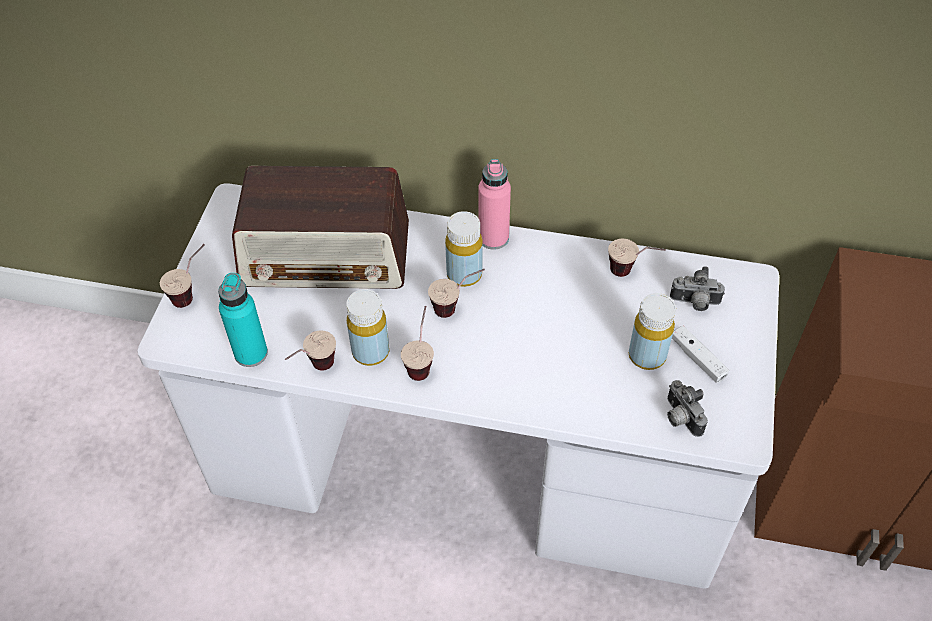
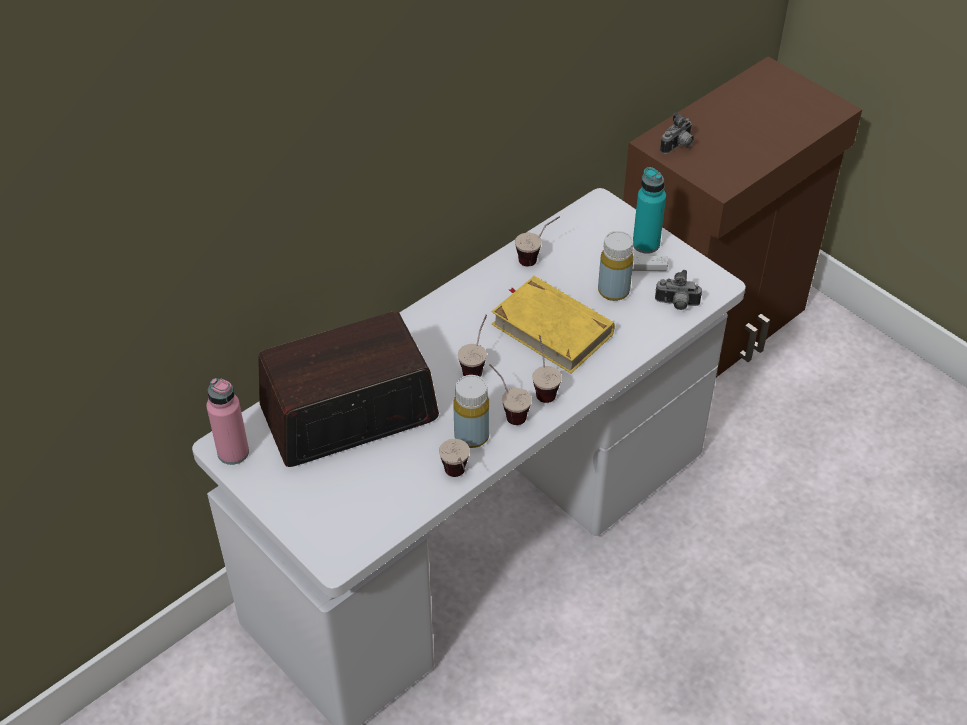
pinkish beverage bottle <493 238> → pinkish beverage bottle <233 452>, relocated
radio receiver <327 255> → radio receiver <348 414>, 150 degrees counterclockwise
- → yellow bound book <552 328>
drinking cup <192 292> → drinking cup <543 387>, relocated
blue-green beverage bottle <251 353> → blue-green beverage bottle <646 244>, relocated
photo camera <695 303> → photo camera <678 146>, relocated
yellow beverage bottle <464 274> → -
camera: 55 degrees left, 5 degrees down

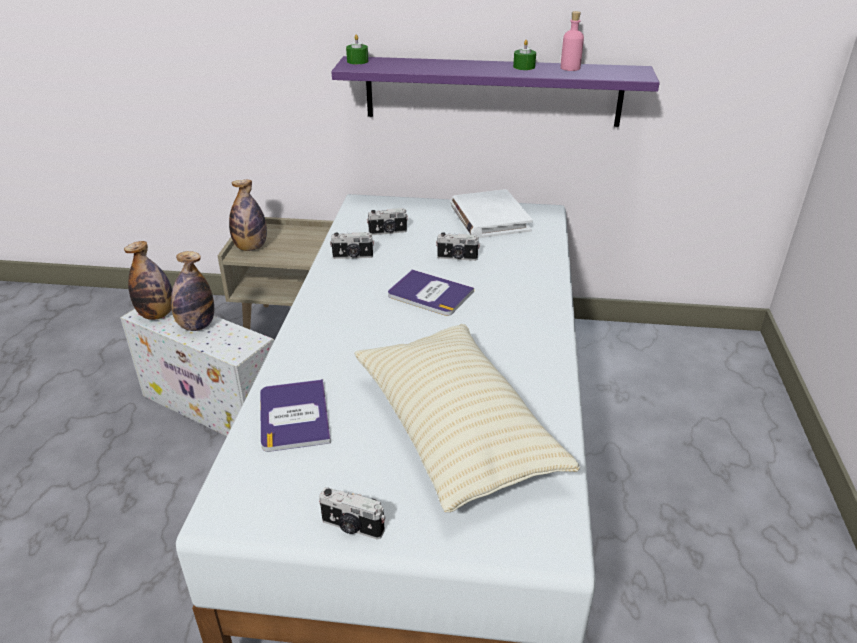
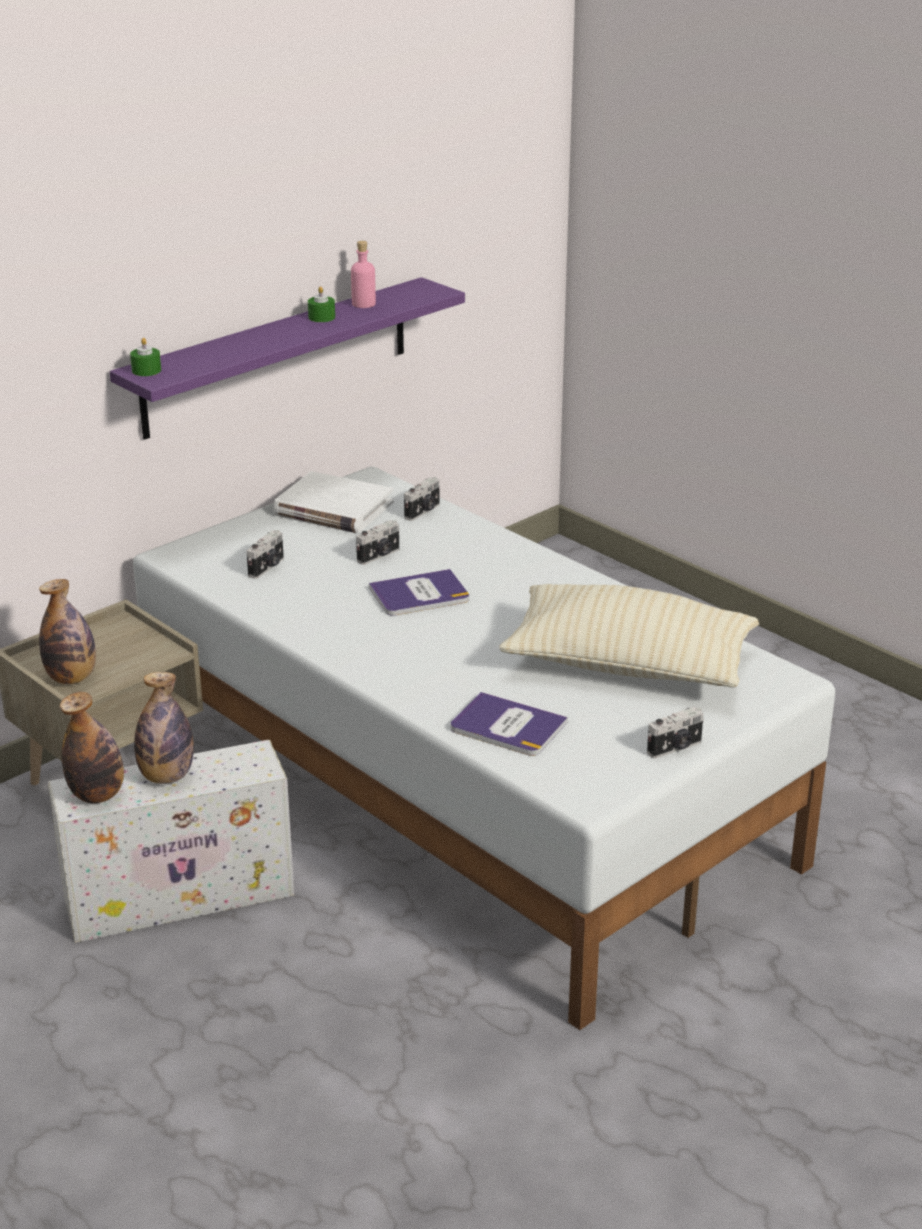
photo camera <353 256> → photo camera <423 511>, relocated
camera: 50 degrees left, 5 degrees down

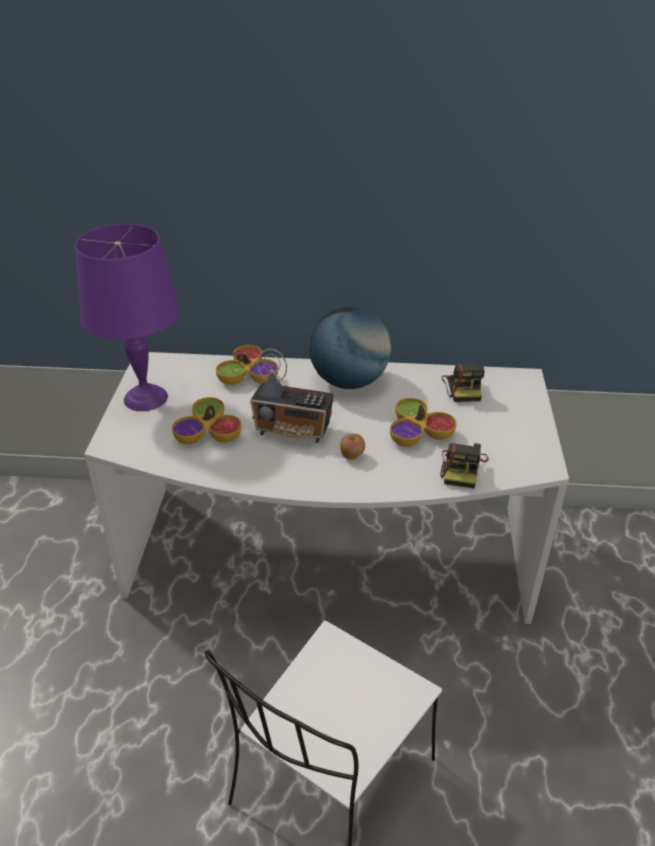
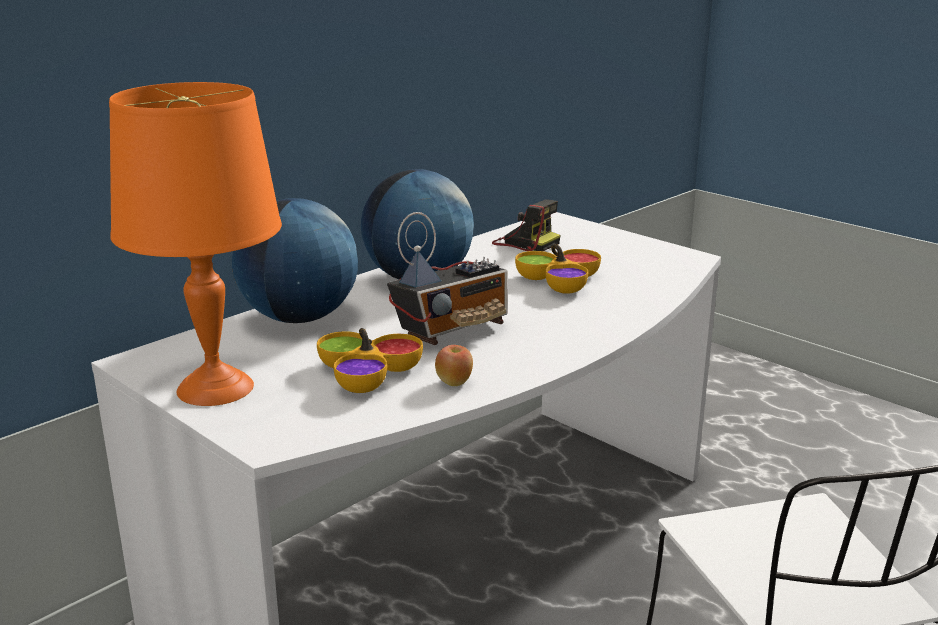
purple lamp for a table <145 398> → orange lamp for a table <214 388>
bowl <248 375> → globe <299 318>
apple <352 456> → apple <454 382>, relocated
photo camera <462 468> → -
camera: 50 degrees left, 15 degrees down

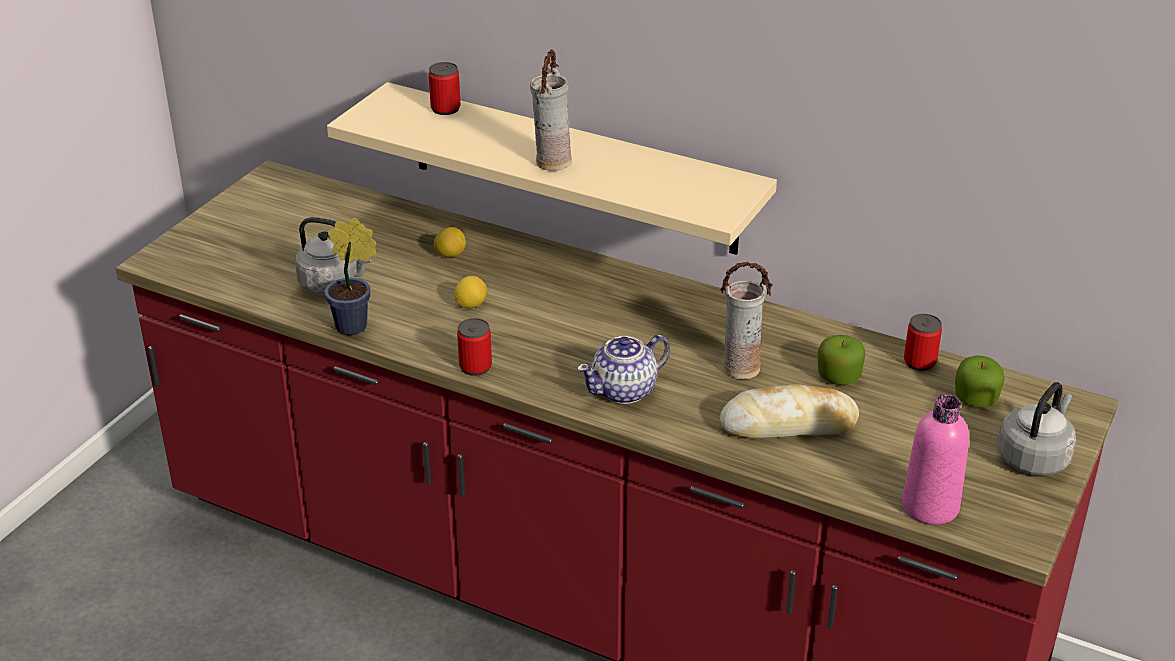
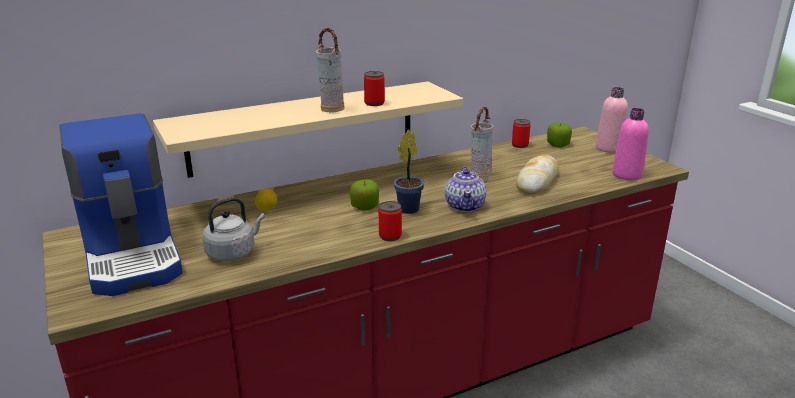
- → coffee maker <133 254>
apple <838 376> → apple <364 206>, relocated
metal can <445 109> → metal can <374 103>, relocated
houseplant <355 327> → houseplant <410 208>, relocated
grey kettle <1034 457> → pinkish beverage bottle <609 148>
lemon <471 305> → -
camera: 55 degrees left, 10 degrees down

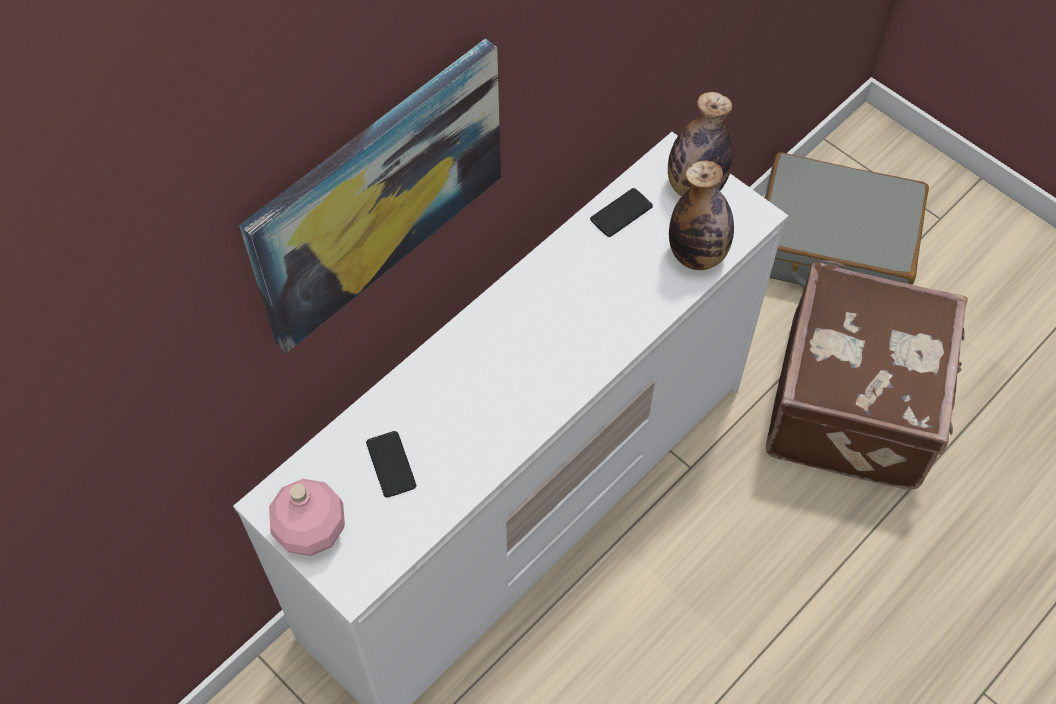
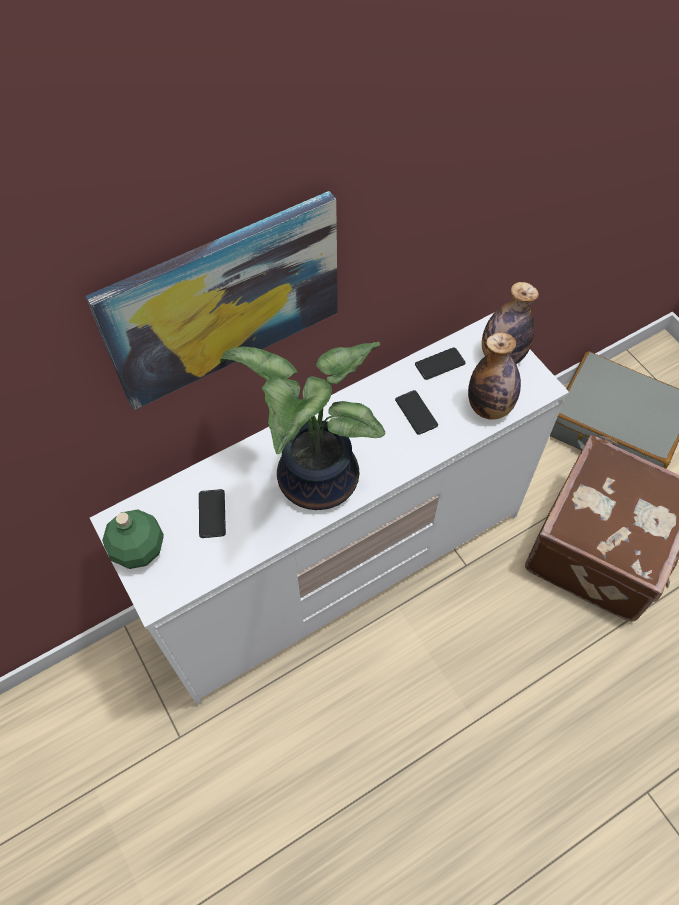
pinkish beverage bottle <310 529> → green-coloured beverage bottle <138 548>
- → houseplant <313 480>
- → handset <416 413>
camera: 15 degrees right, 0 degrees up

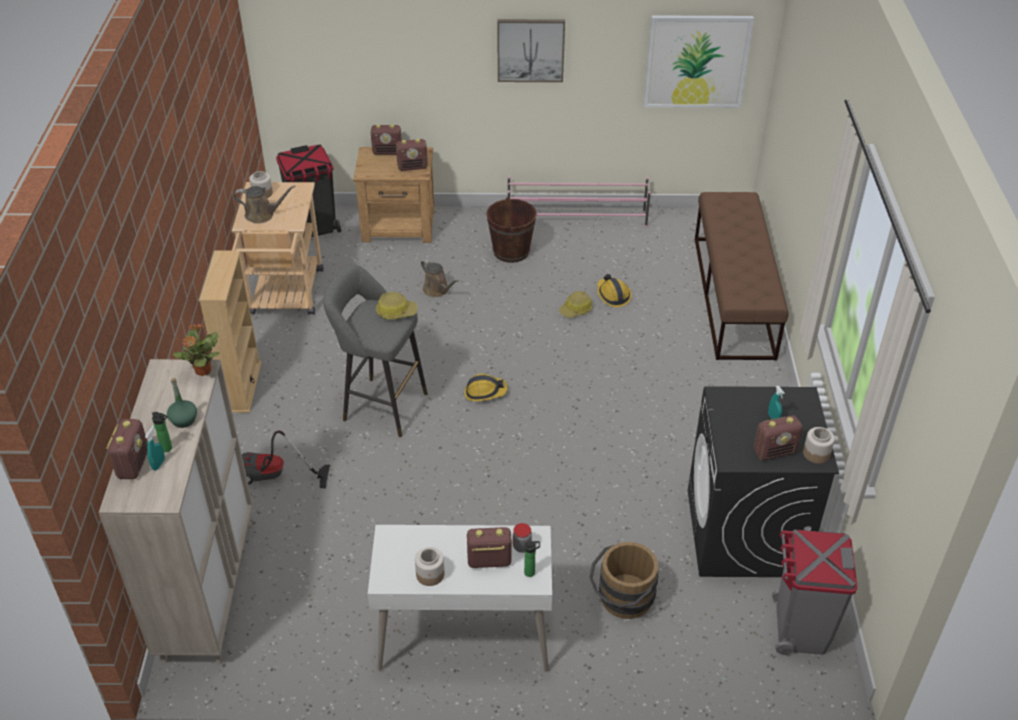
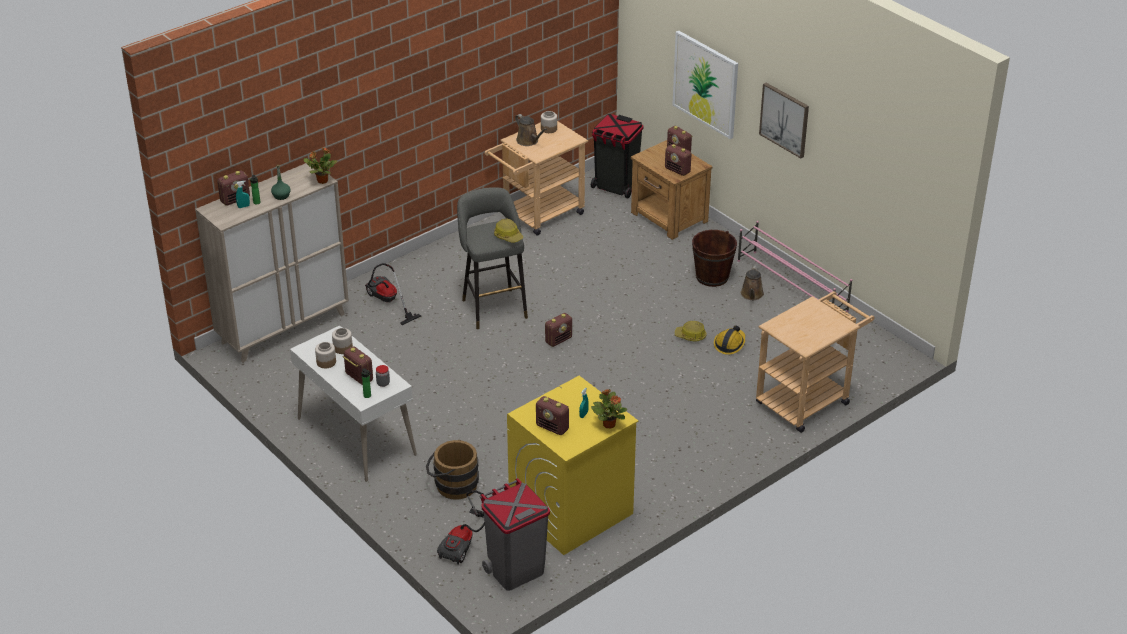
preserve jar <816 453> → preserve jar <343 348>, relocated
- → vacuum <465 543>
black washing machine <745 533> → yellow washing machine <570 511>
hard hat <485 392> → radio receiver <558 340>
- → houseplant <609 424>
wall art <696 61> → wall art <706 84>, relocated
brown watering pot <437 290> → brown watering pot <752 295>, relocated
brown long seat <733 296> → sand-coloured cart <808 399>
sand-coloured bookshelf <243 387> → -
camera: 50 degrees right, 5 degrees down

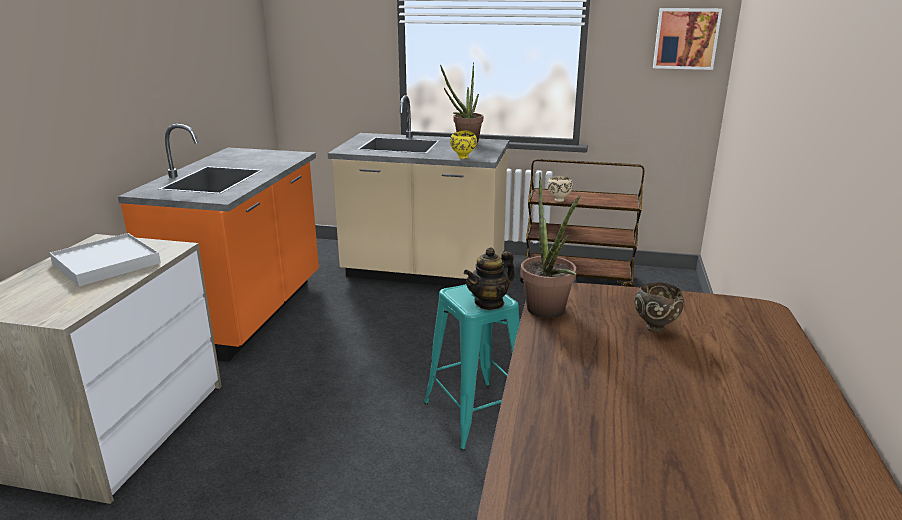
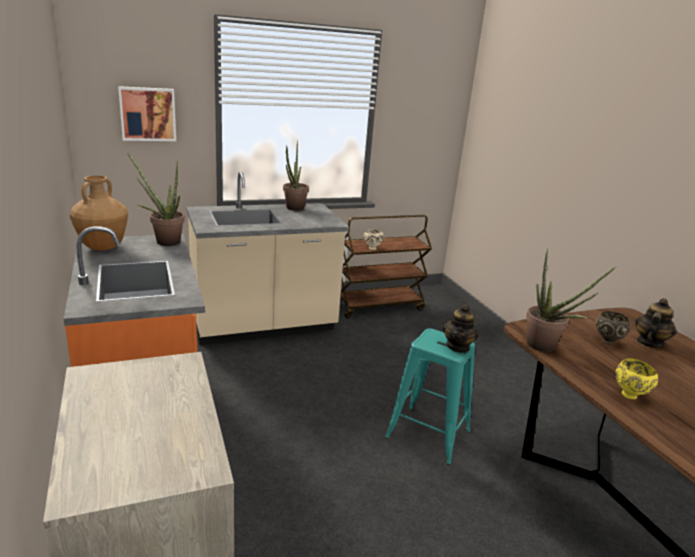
- → brown decorative vase <102 248>
wall art <686 38> → wall art <148 114>, relocated
- → houseplant <163 241>
yellow bowl <463 157> → yellow bowl <630 396>, relocated
- → teapot <649 342>
white tray <106 263> → -
camera: 35 degrees left, 0 degrees up

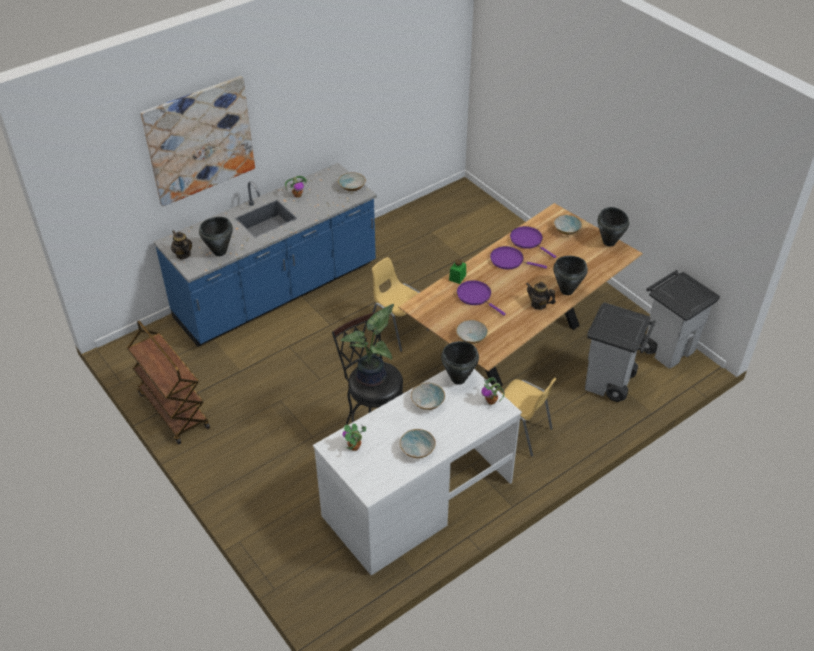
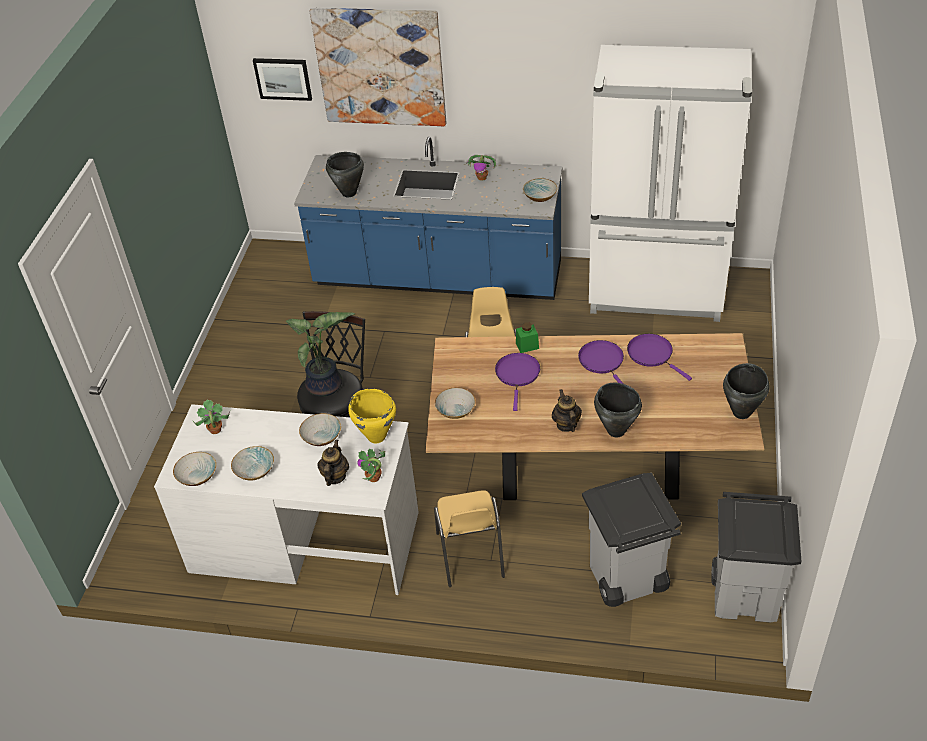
bowl <567 230> → bowl <197 477>, relocated
- → wall art <283 78>
teapot <183 254> → teapot <335 476>, relocated
black saucepot <458 379> → yellow saucepot <376 436>
- → white refrigerator <657 292>
purple pan <528 240> → purple pan <652 354>, 45 degrees counterclockwise
brown cart <173 410> → -
camera: 50 degrees right, 0 degrees up

